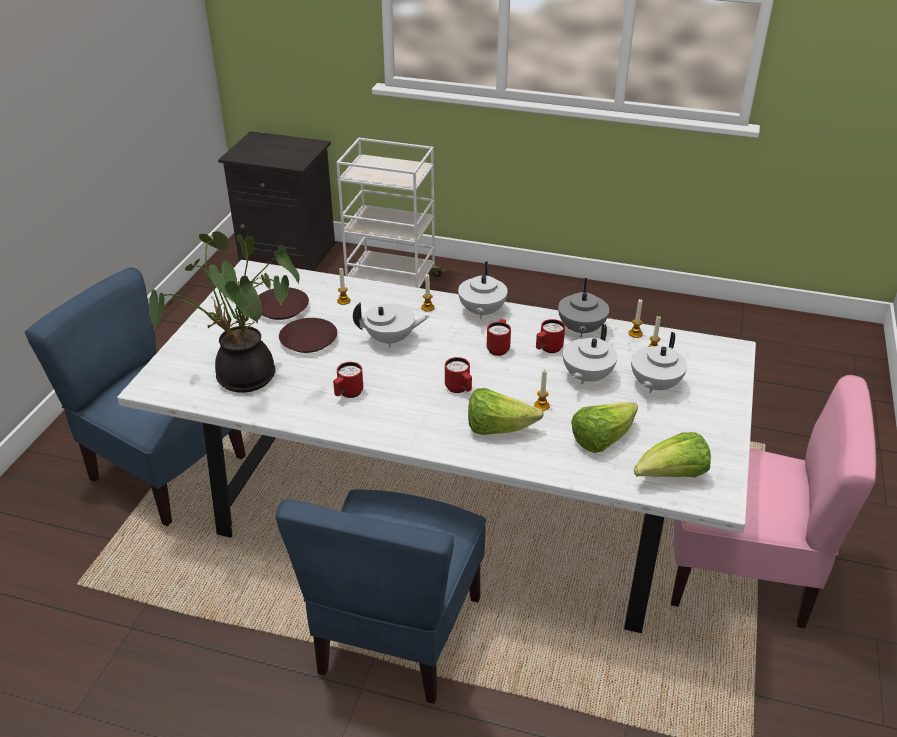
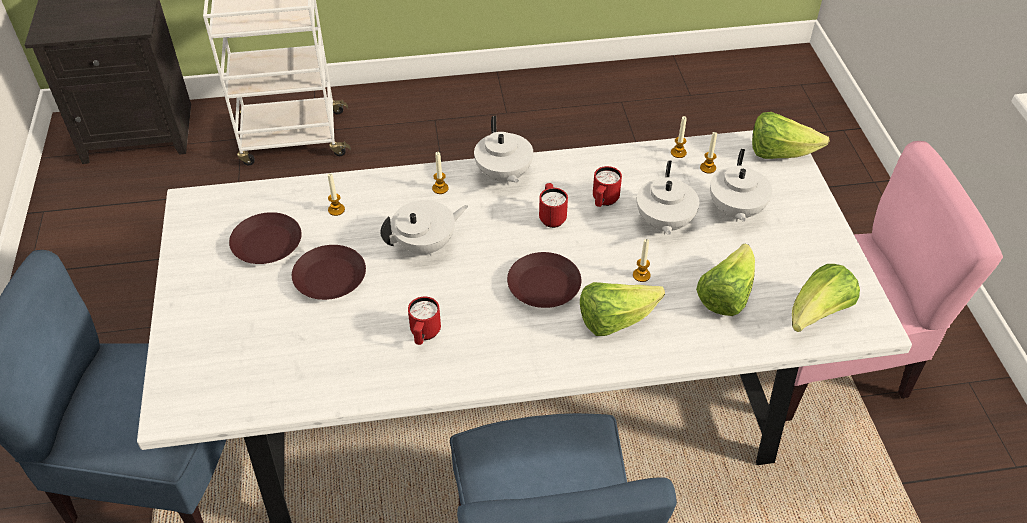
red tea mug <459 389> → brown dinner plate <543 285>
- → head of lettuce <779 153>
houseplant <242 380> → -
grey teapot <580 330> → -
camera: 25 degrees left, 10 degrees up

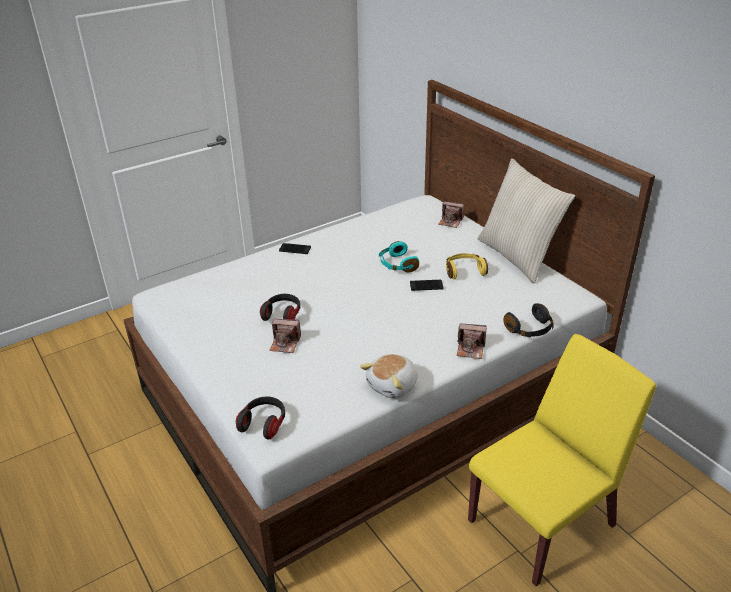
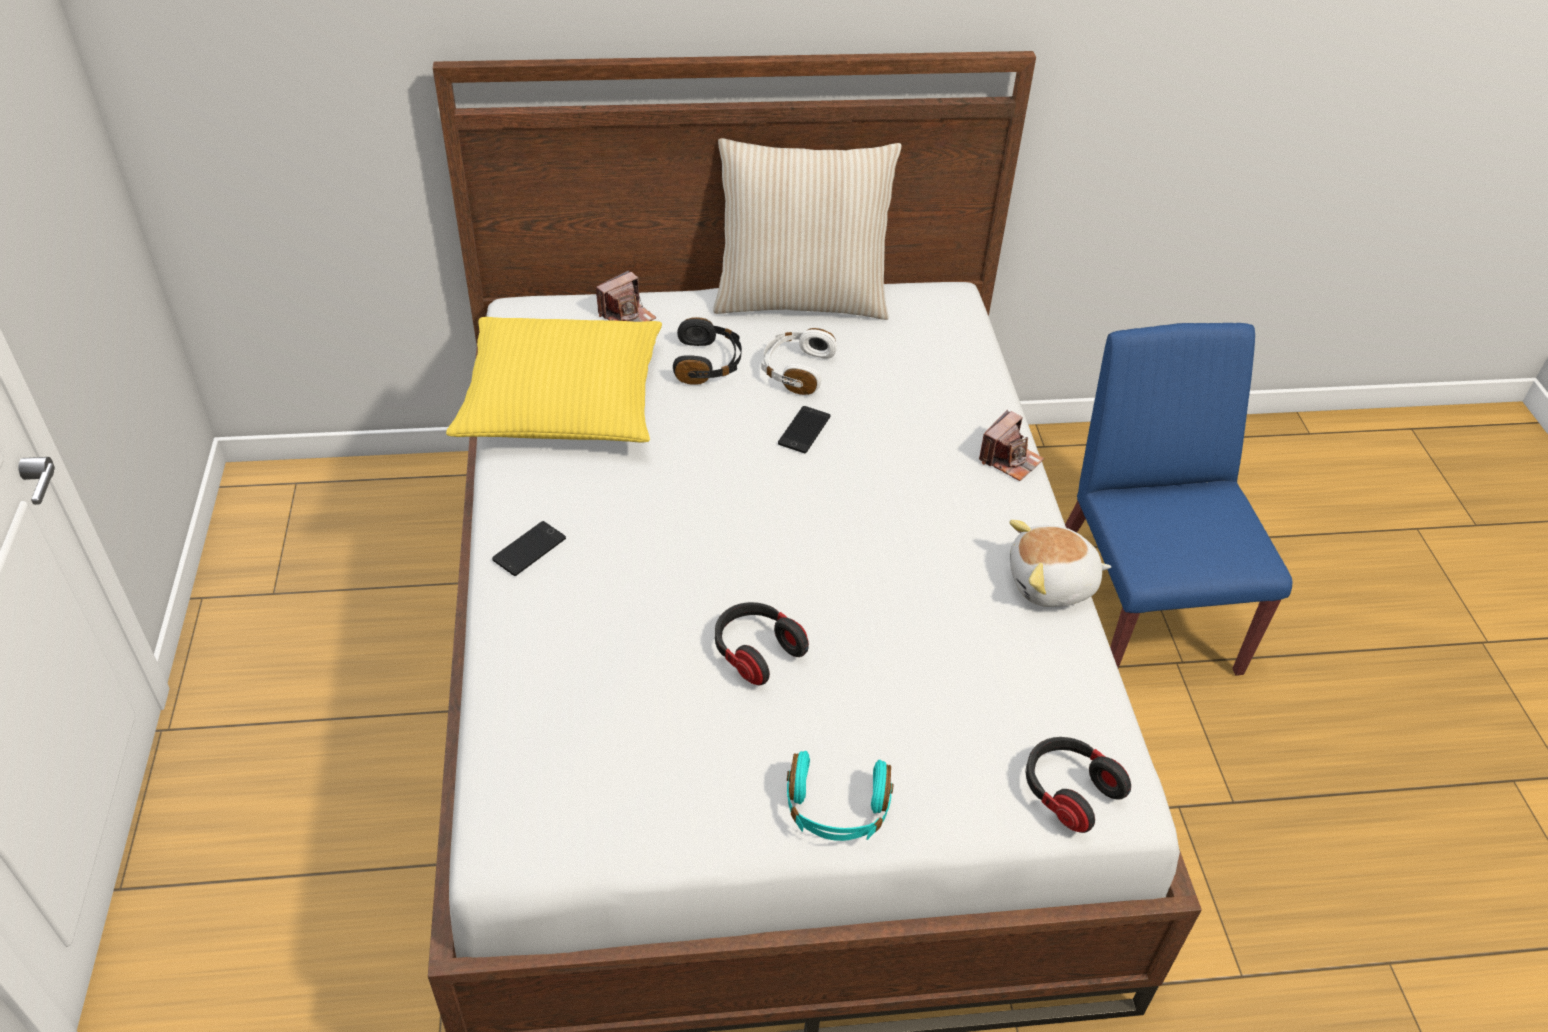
- → yellow throw pillow <561 400>
black headphones <530 329> → black headphones <708 363>, relocated
yellow headphones <464 271> → white headphones <796 370>
blue-green headphones <397 264> → blue-green headphones <836 809>, relocated
soft toy <393 386> → soft toy <1052 584>, 105 degrees clockwise
yellow upright chair <542 522> → blue upright chair <1141 611>
photo camera <285 343> → -
camera: 65 degrees left, 10 degrees up

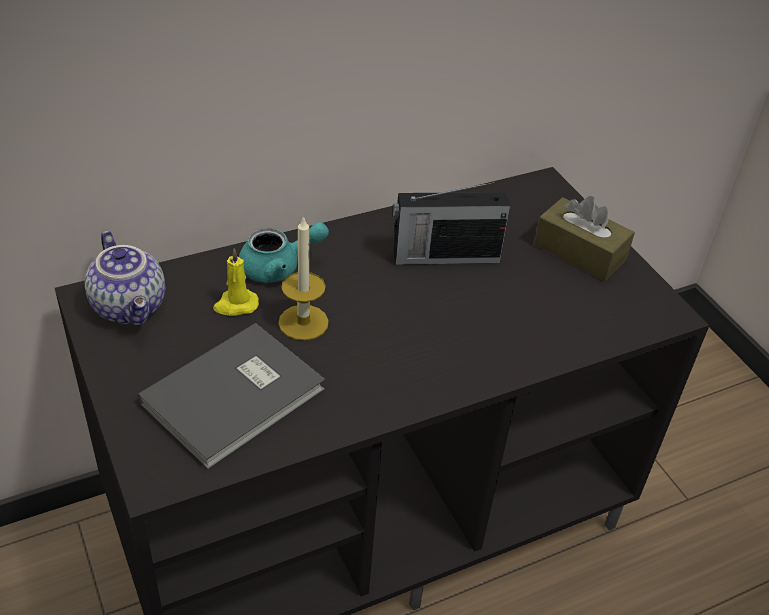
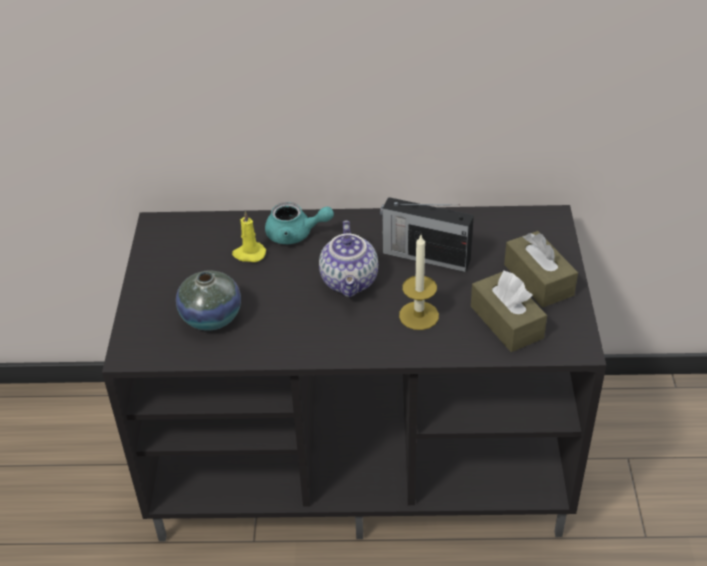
grey bound book <238 397> → decorative vase <211 317>
teapot <131 307> → teapot <351 281>, relocated
wax light <303 322> → wax light <419 315>, relocated
- → brown tissue box <506 322>
camera: 30 degrees right, 0 degrees up

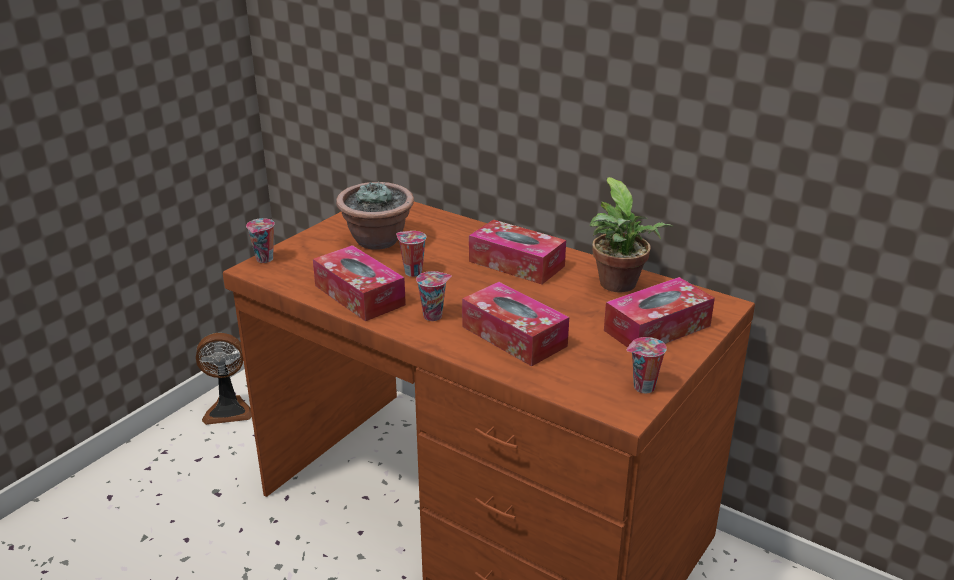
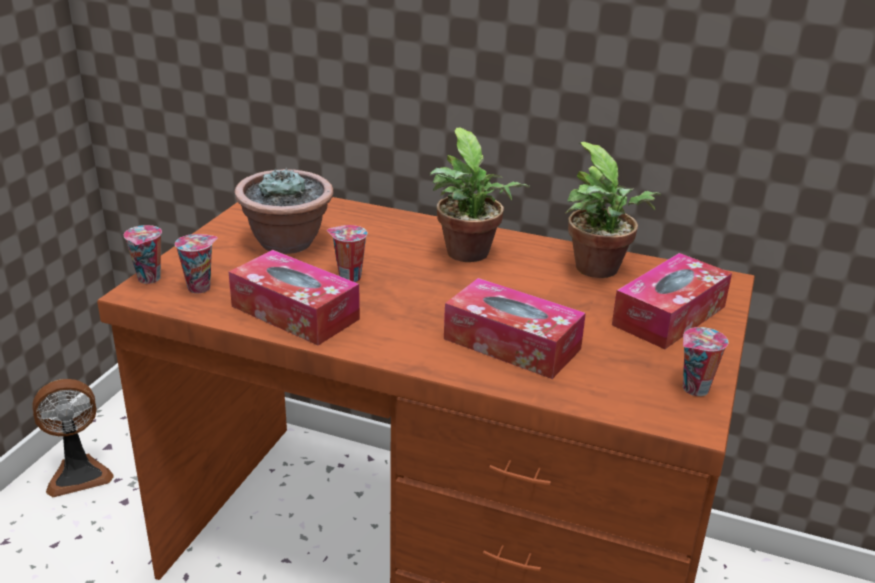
drinking cup <434 315> → drinking cup <200 287>, relocated
tissue box <516 264> → houseplant <469 255>
camera: 15 degrees left, 0 degrees up

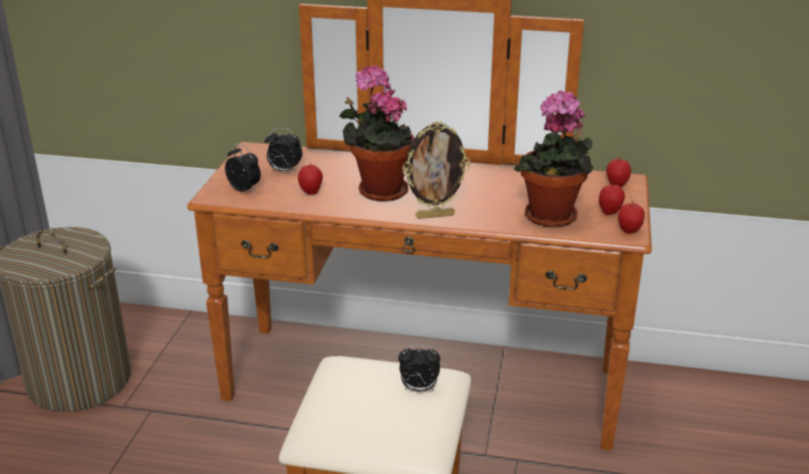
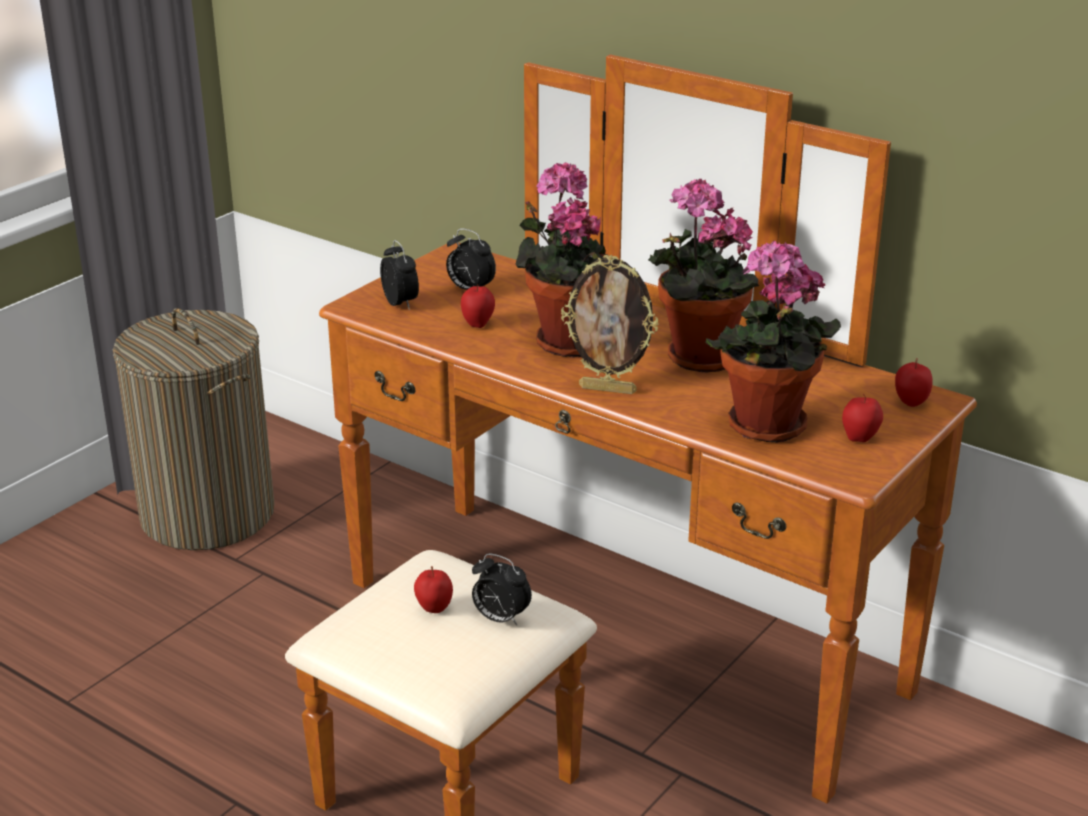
apple <629 231> → apple <434 609>, relocated
- → houseplant <696 358>
camera: 25 degrees right, 0 degrees up

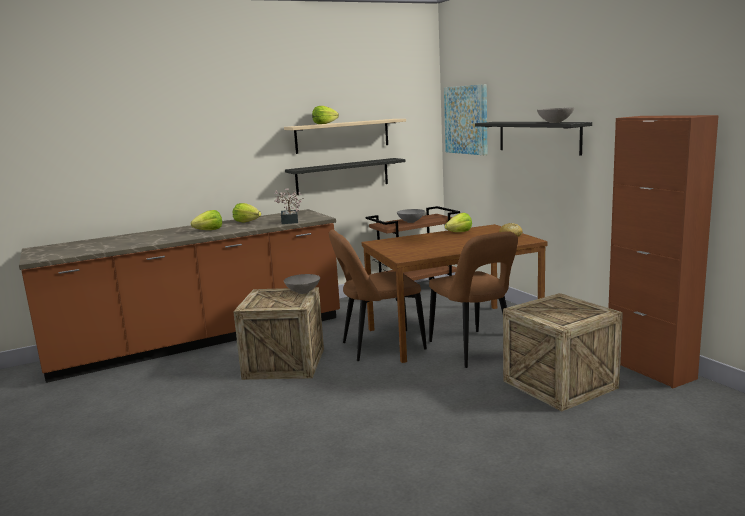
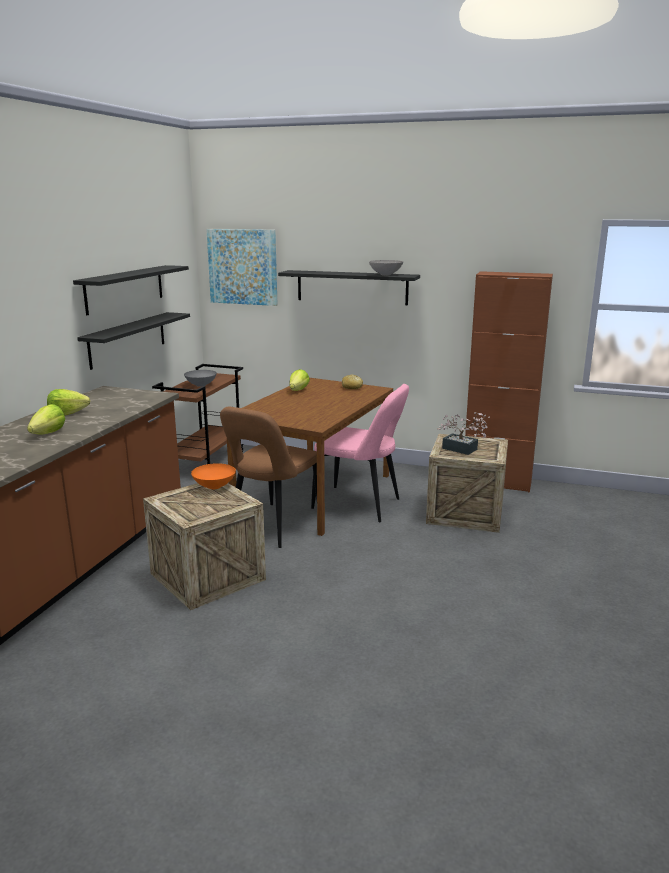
sand-coloured shelf <342 136> → black shelf <125 289>
grey bowl <302 292> → orange bowl <214 487>
brown upright chair <474 350> → pinkish upright chair <360 505>
houseplant <289 222> → houseplant <463 450>, relocated
head of lettuce <324 123> → -
camera: 45 degrees left, 5 degrees up

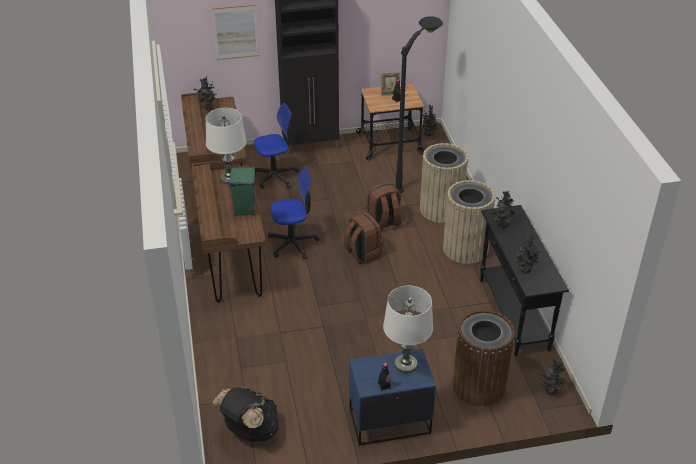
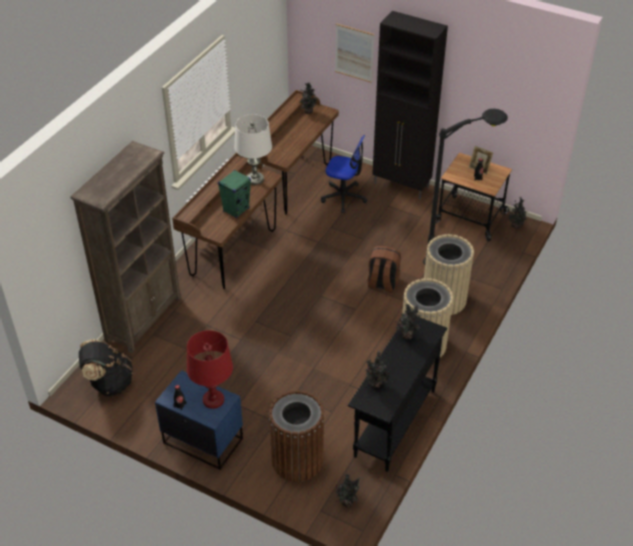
- → brown bookshelf <144 318>
white lamp for a table <405 364> → red lamp for a table <213 400>
computer chair <293 243> → -
brown rucksack <362 254> → -
camera: 40 degrees right, 5 degrees up

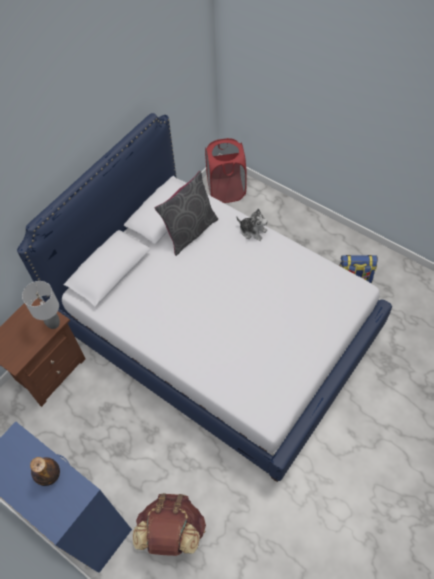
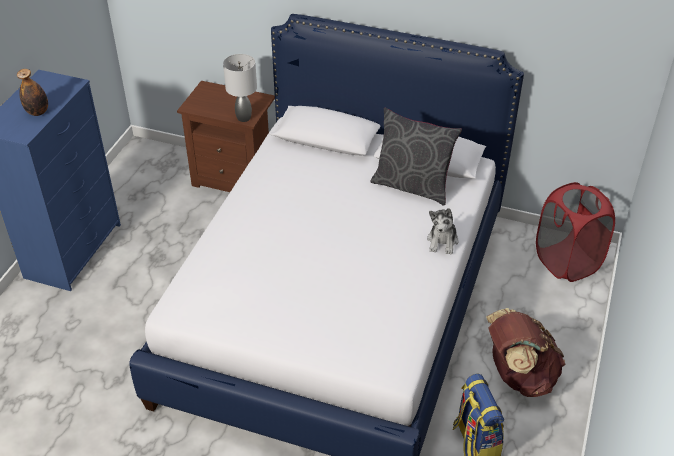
brown rucksack <172 531> → brown rucksack <518 375>, relocated
camera: 70 degrees right, 15 degrees down

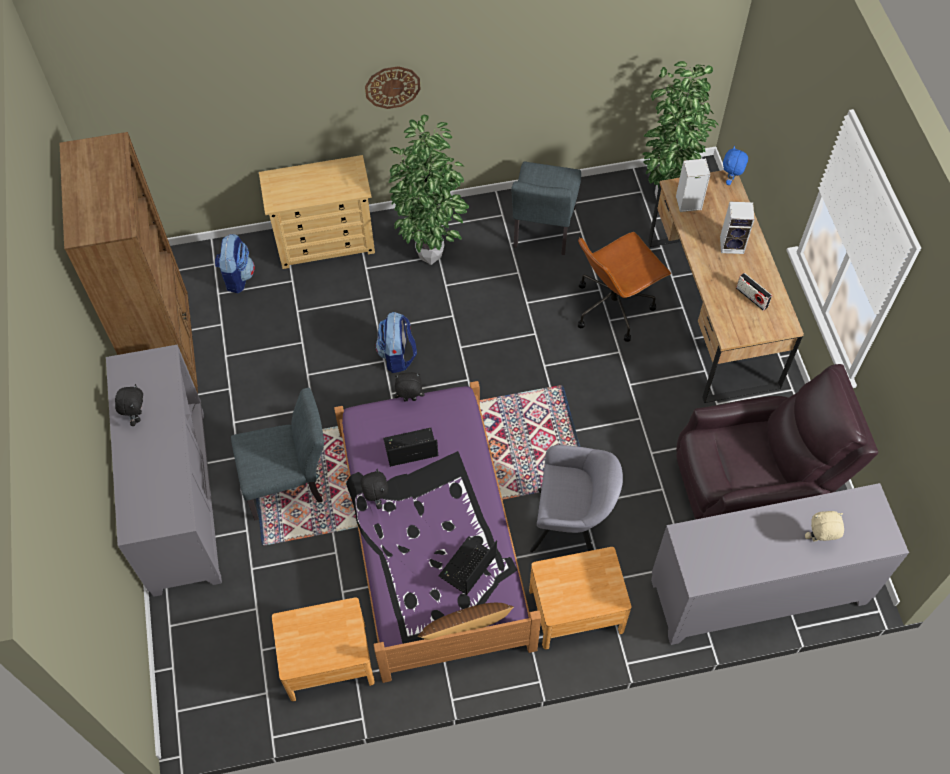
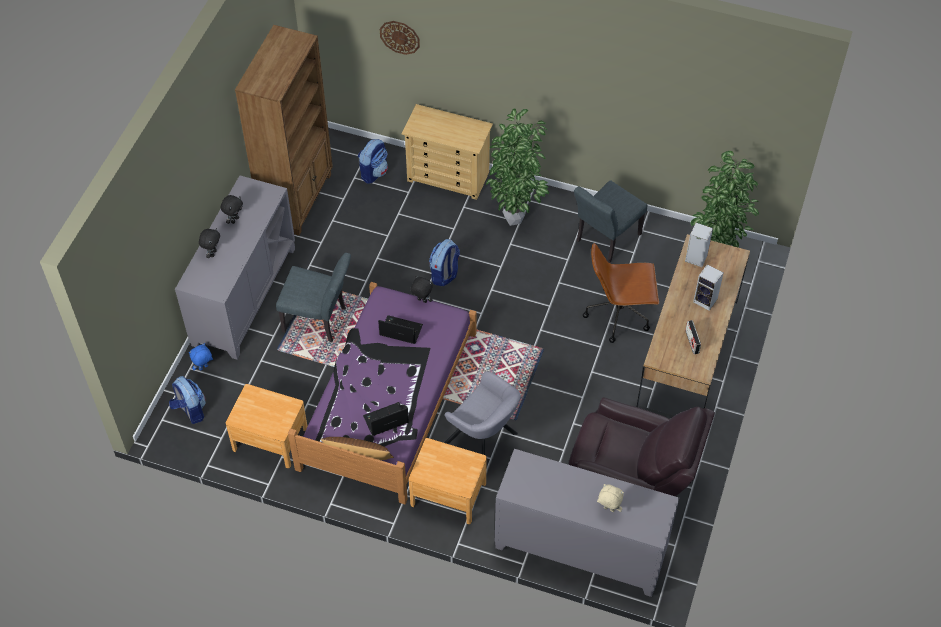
- → rucksack <190 410>
blue soft toy <730 180> → blue soft toy <203 368>, relocated
black soft toy <376 499> → black soft toy <212 253>, relocated
wall clock <392 87> → wall clock <400 37>, relocated
camera: 30 degrees right, 5 degrees down

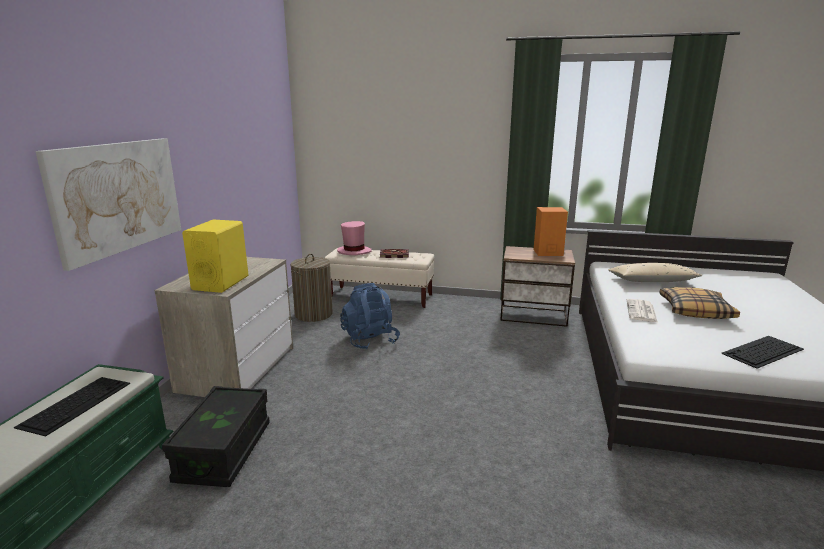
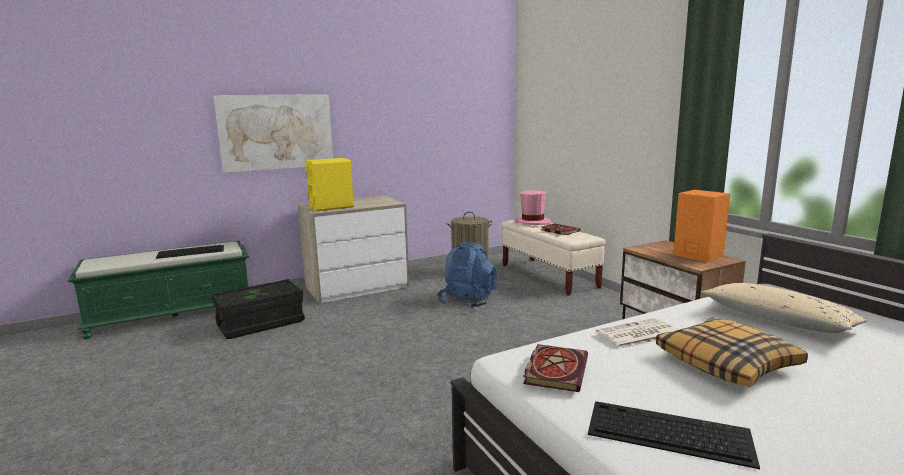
- → bound book <555 369>
camera: 50 degrees right, 5 degrees down

